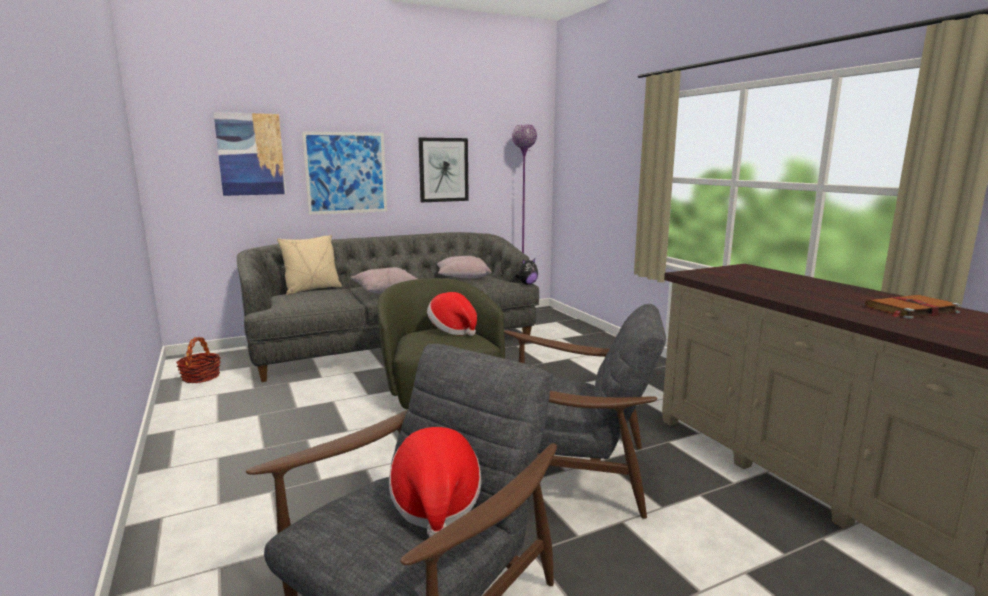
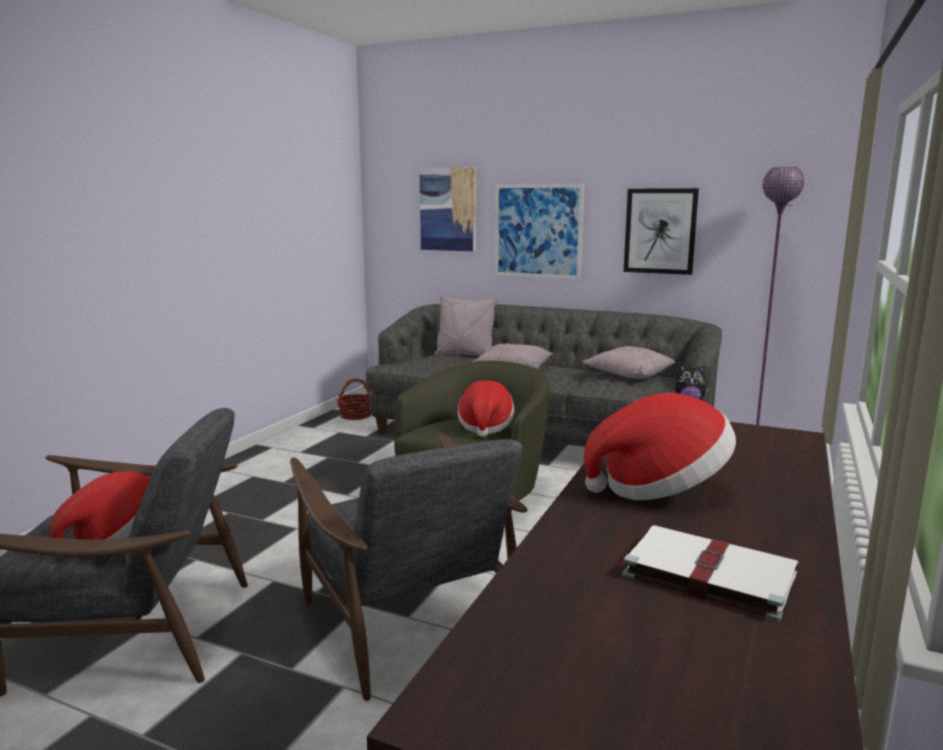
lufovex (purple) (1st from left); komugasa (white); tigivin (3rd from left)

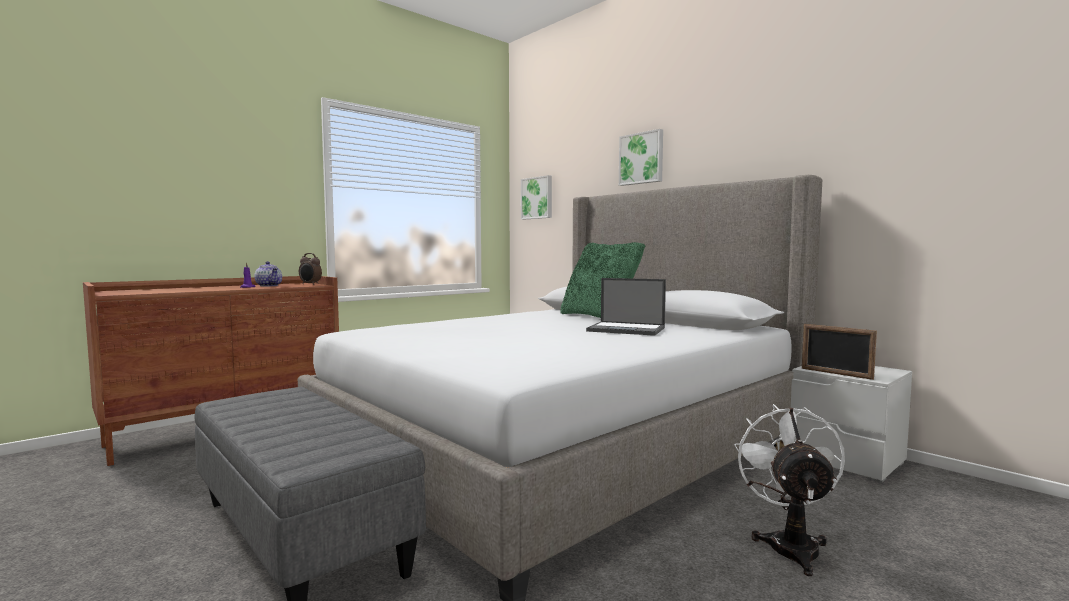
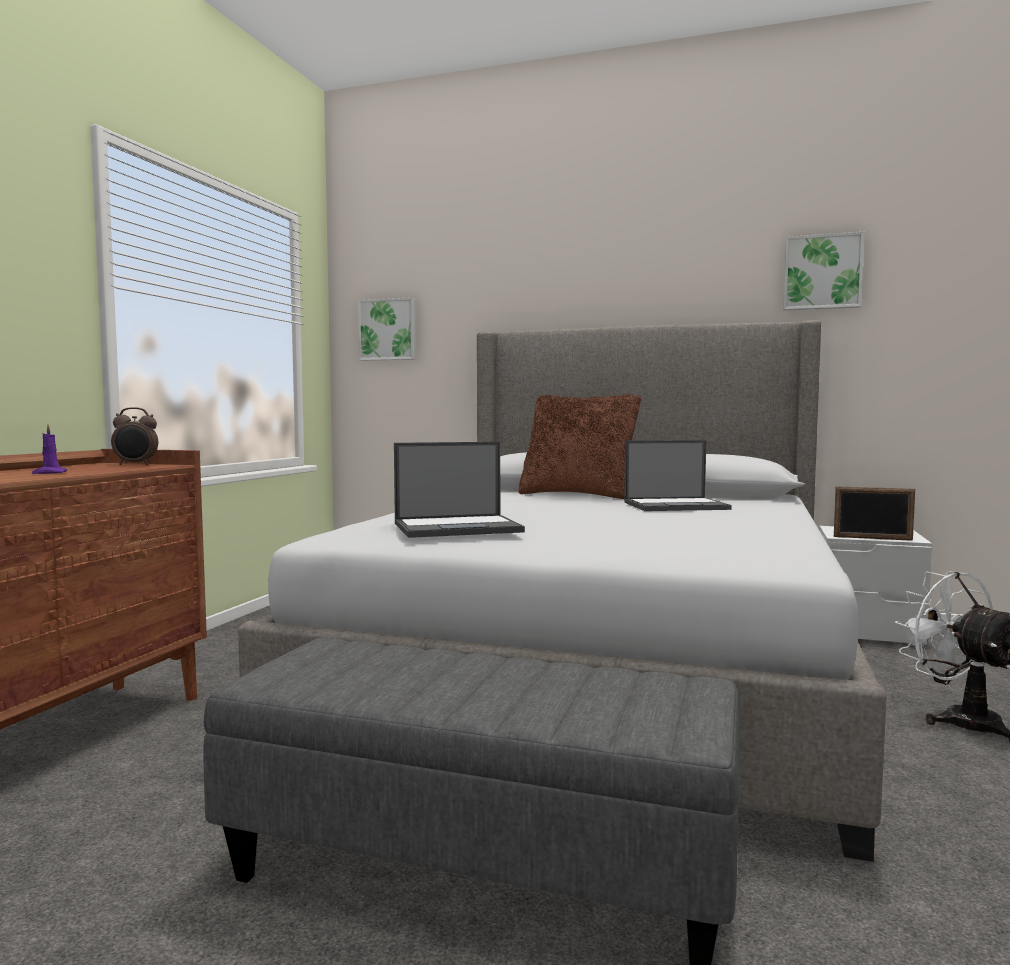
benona; lufovex (brown); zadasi (2nd from left); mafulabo (1st from left)

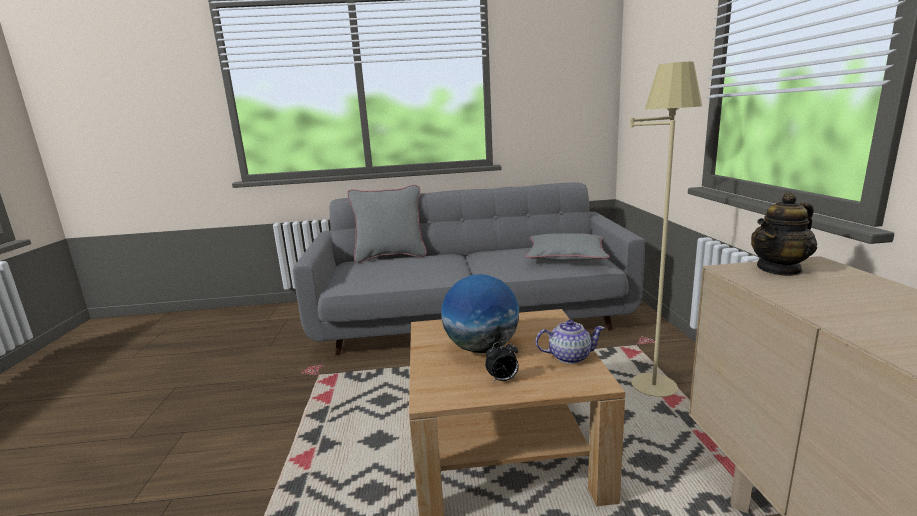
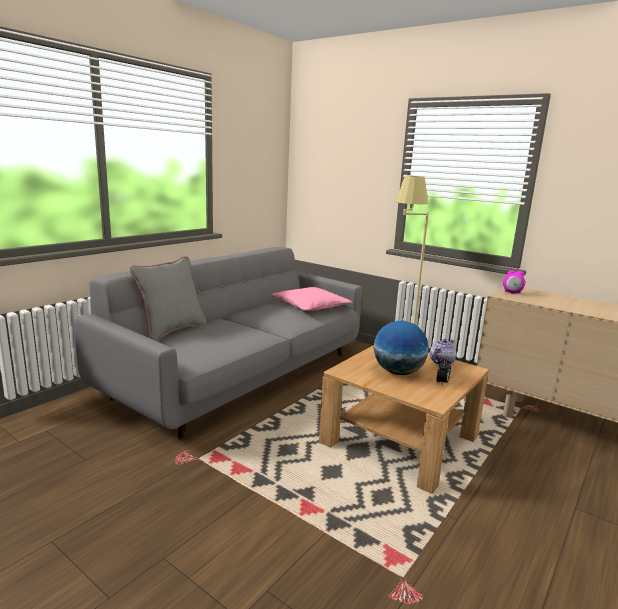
lufovex (pink); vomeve (2nd from left)

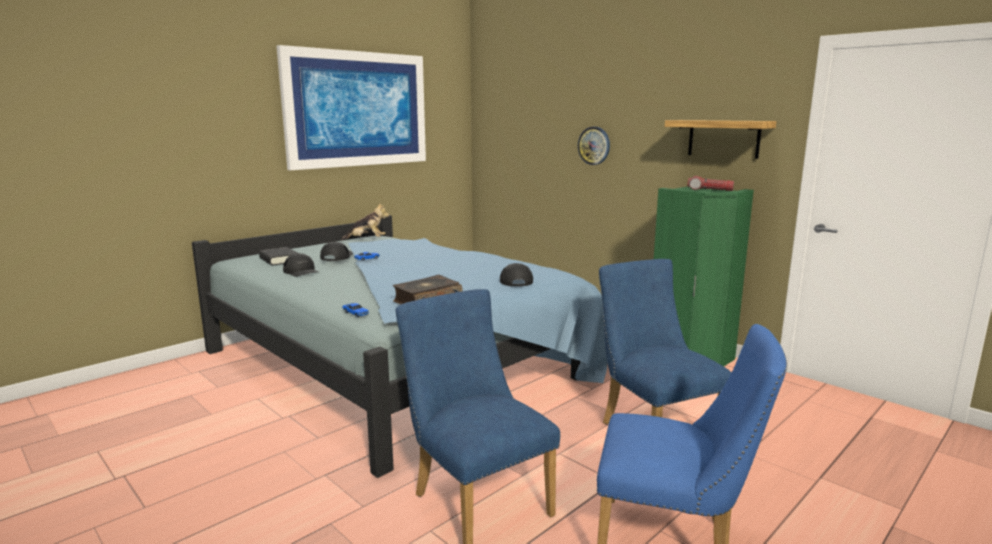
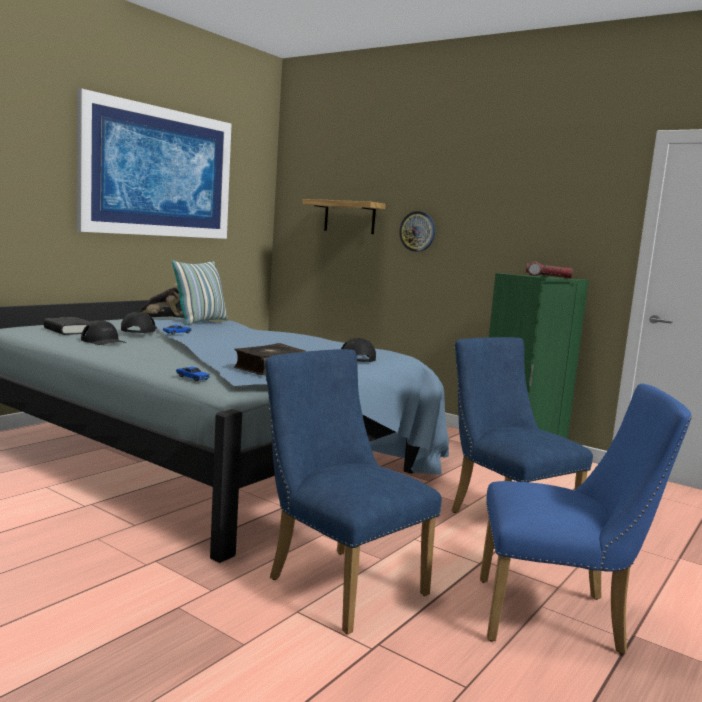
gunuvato; lufovex

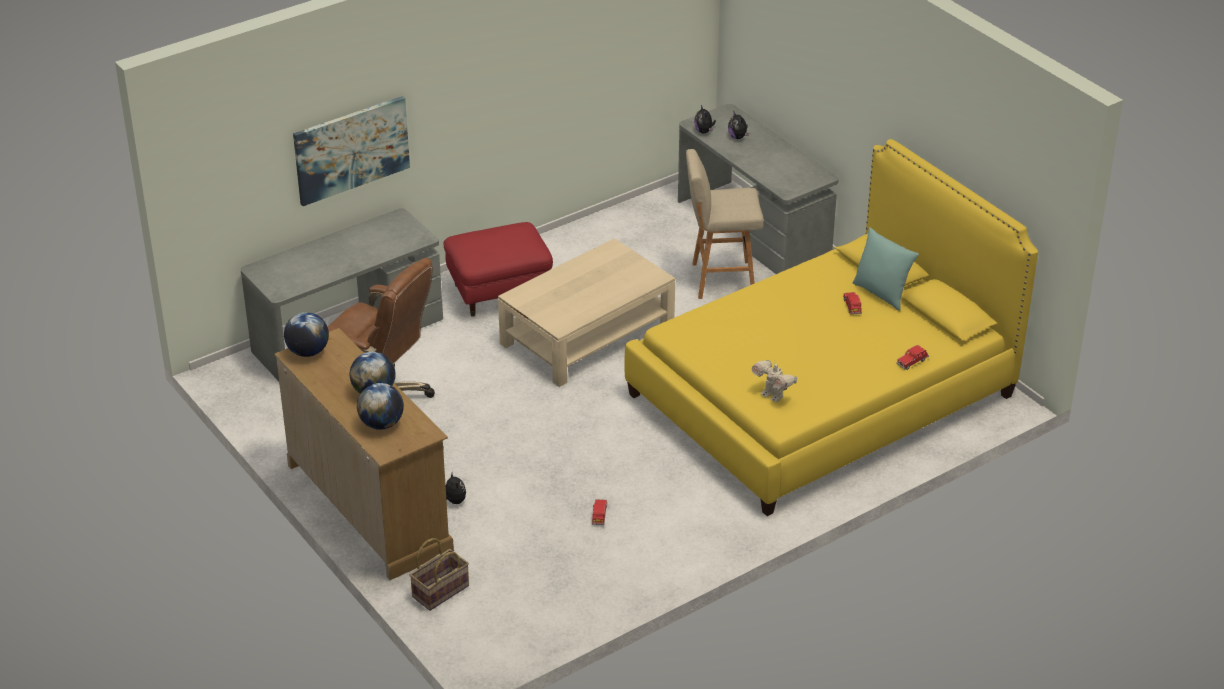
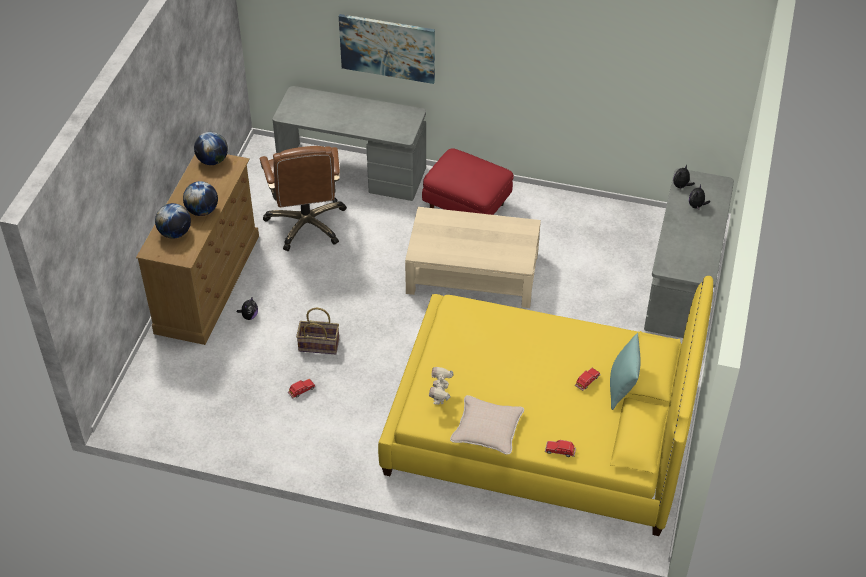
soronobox; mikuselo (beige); lufovex (beige)

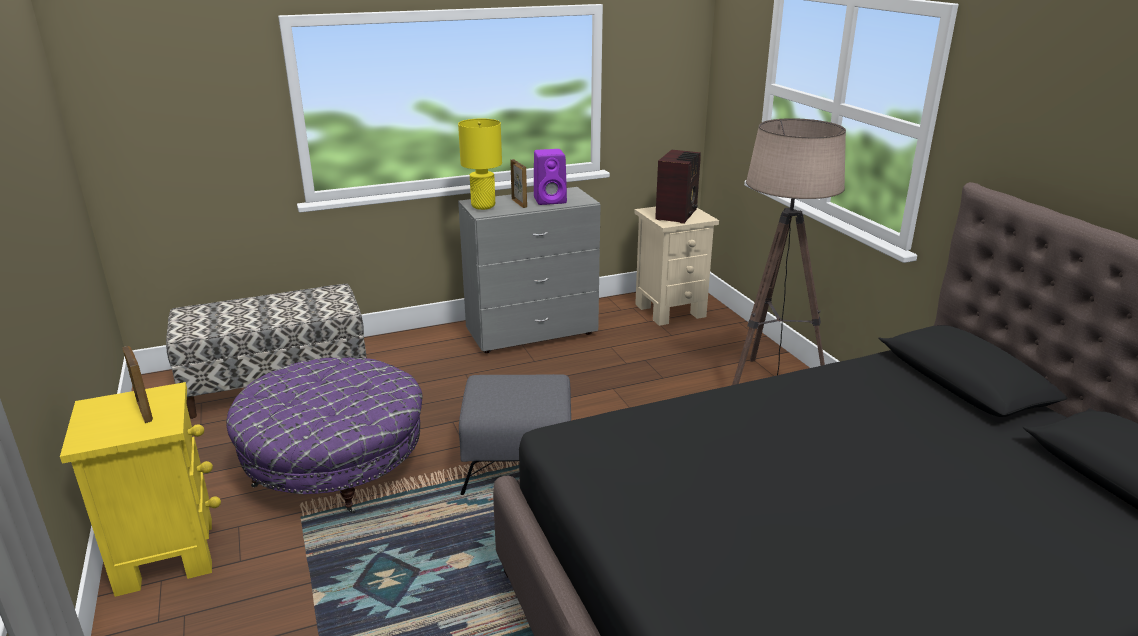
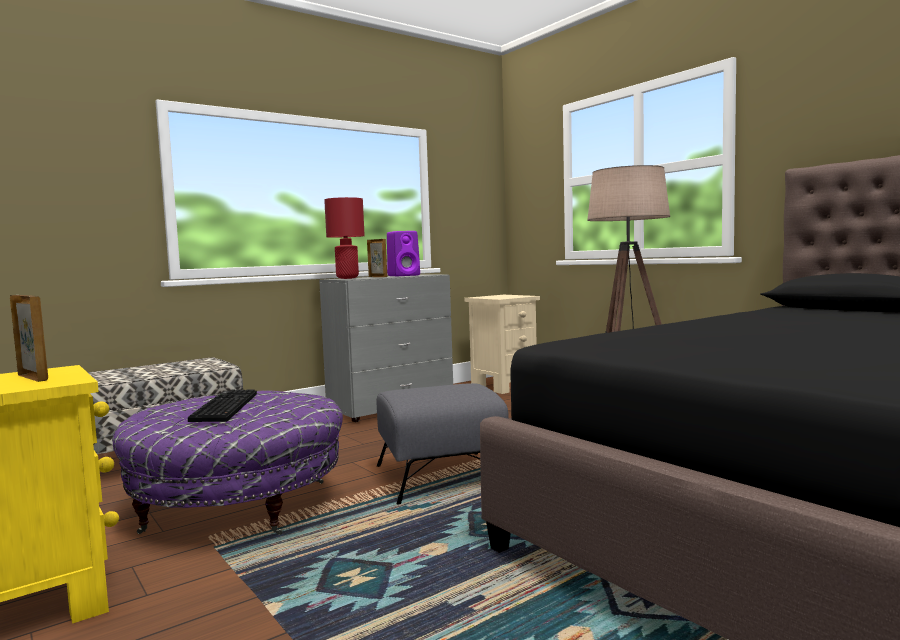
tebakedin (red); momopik; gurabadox

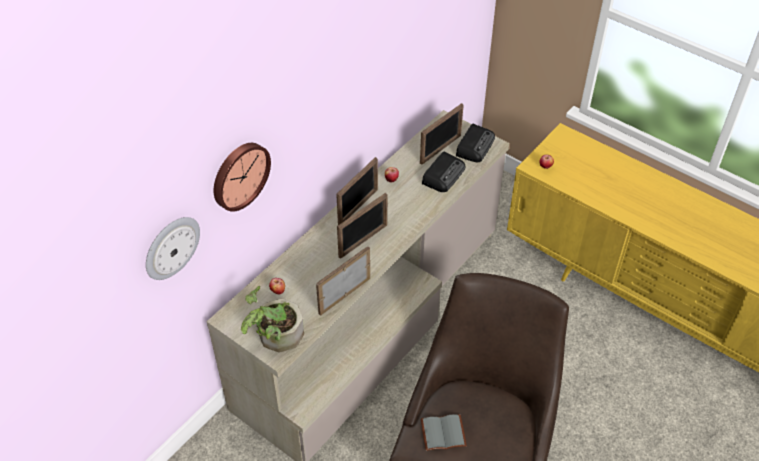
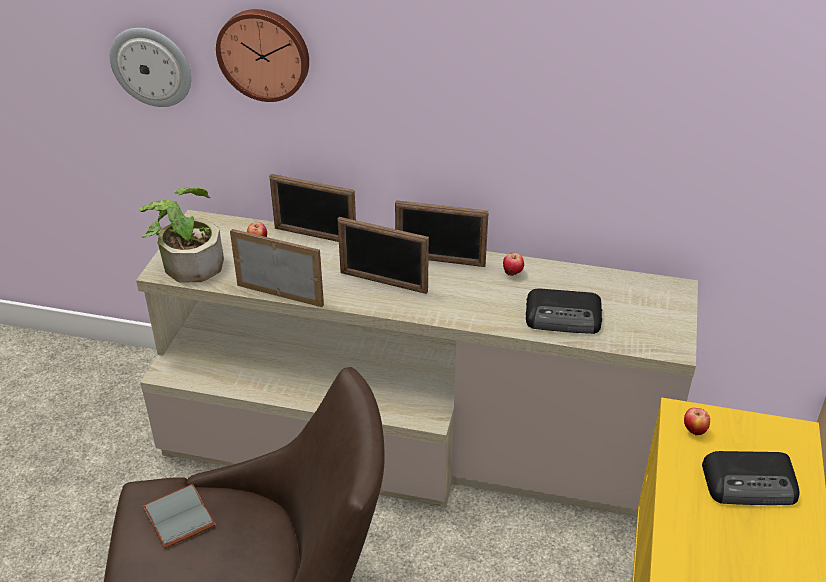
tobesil (2nd from left); momopik (2nd from left)

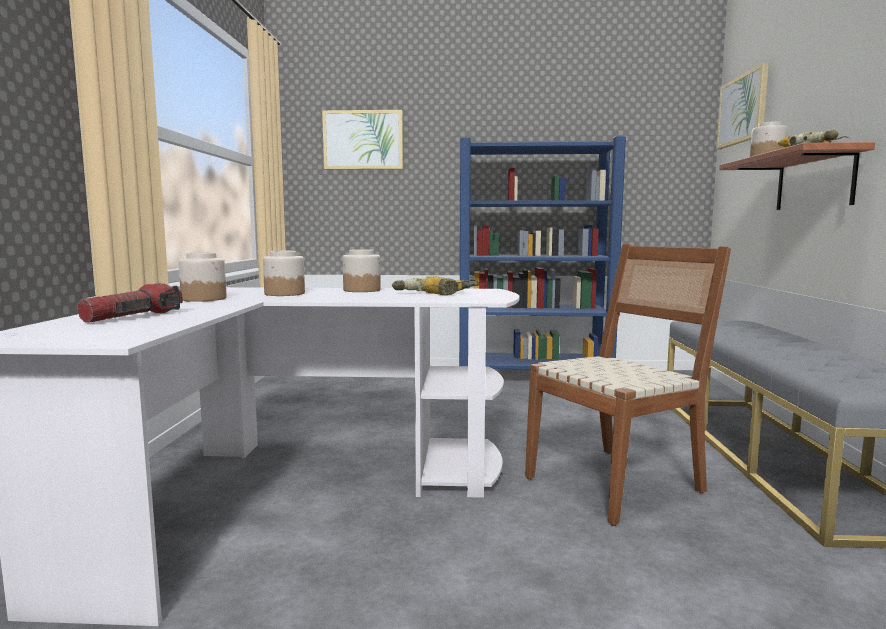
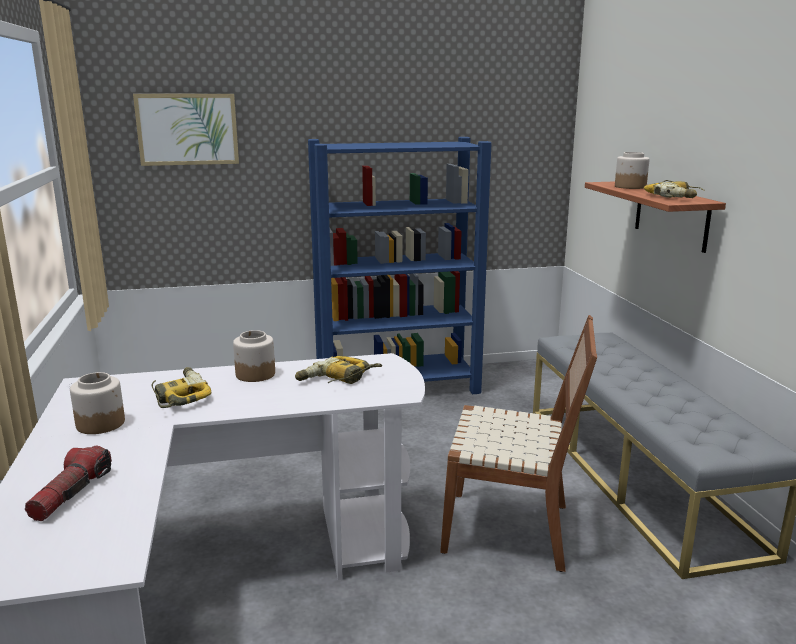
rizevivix (1st from left); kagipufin; zadasi (2nd from left in the first image)

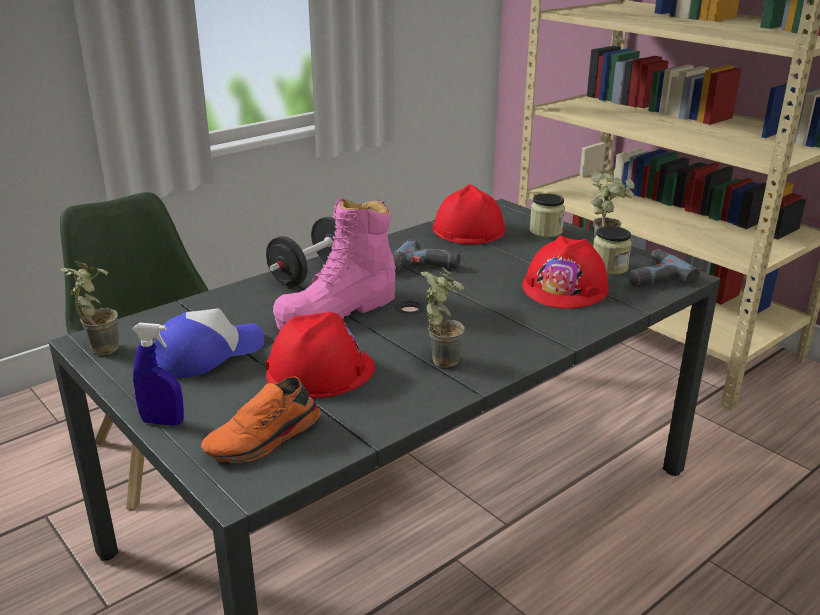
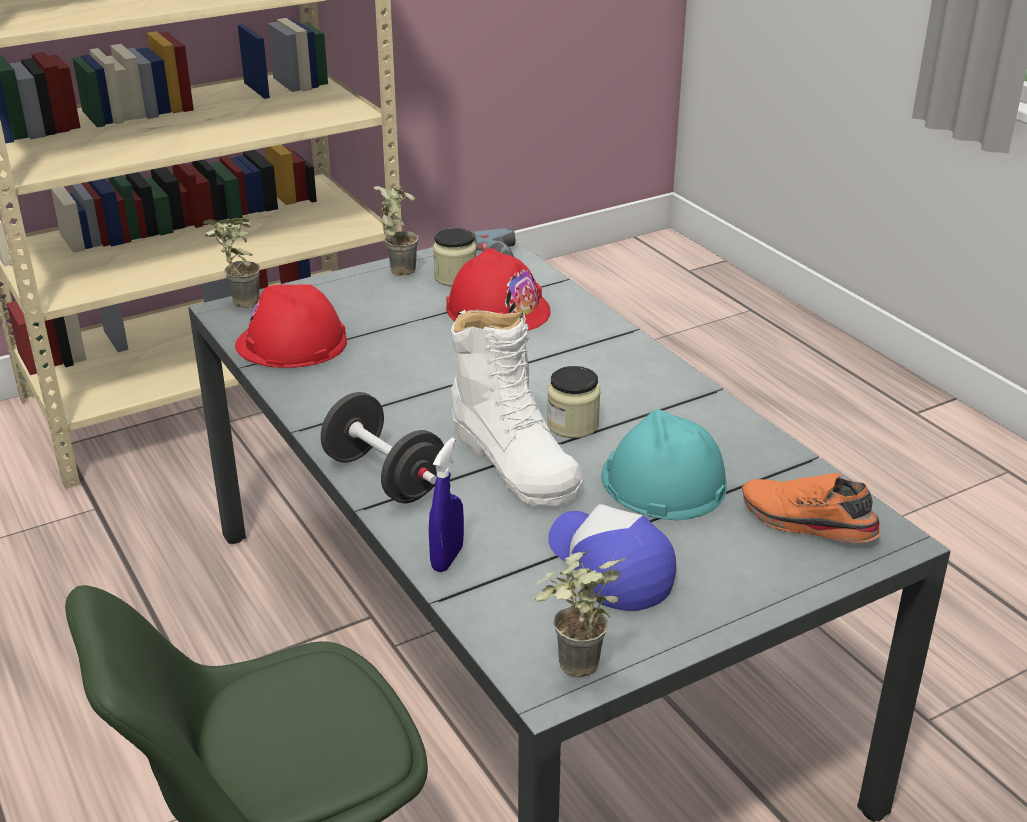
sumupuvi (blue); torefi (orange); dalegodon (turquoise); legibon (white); rizevivix (1st from left in the first image); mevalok (1st from left); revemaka (2nd from left)

